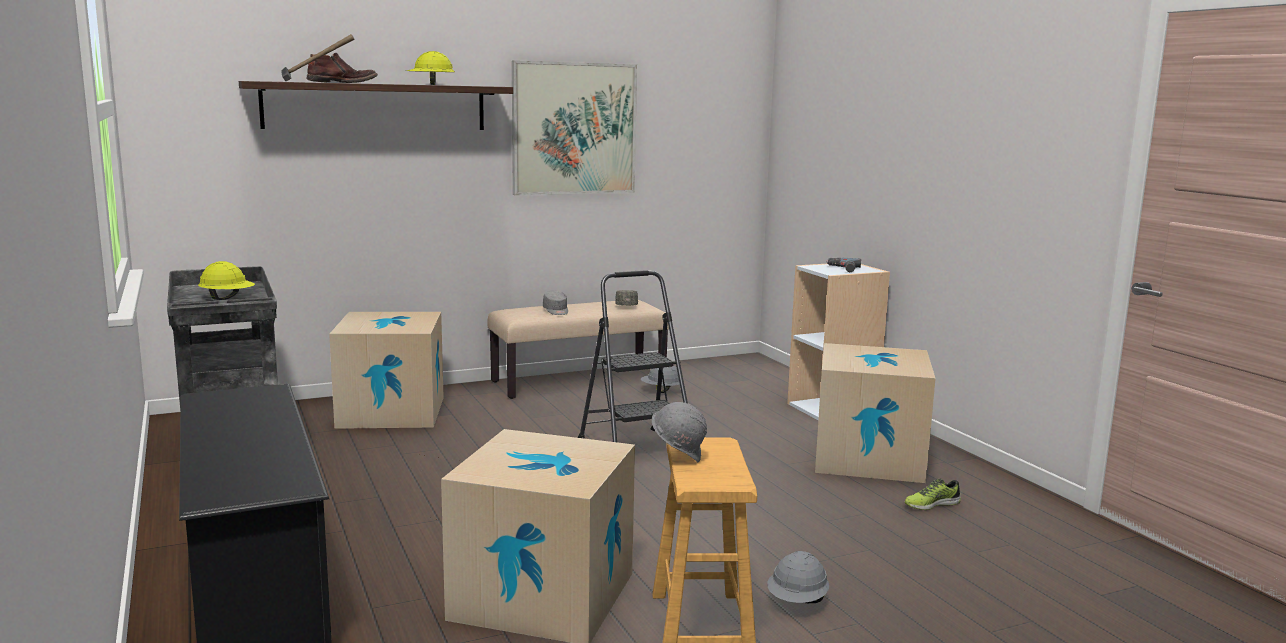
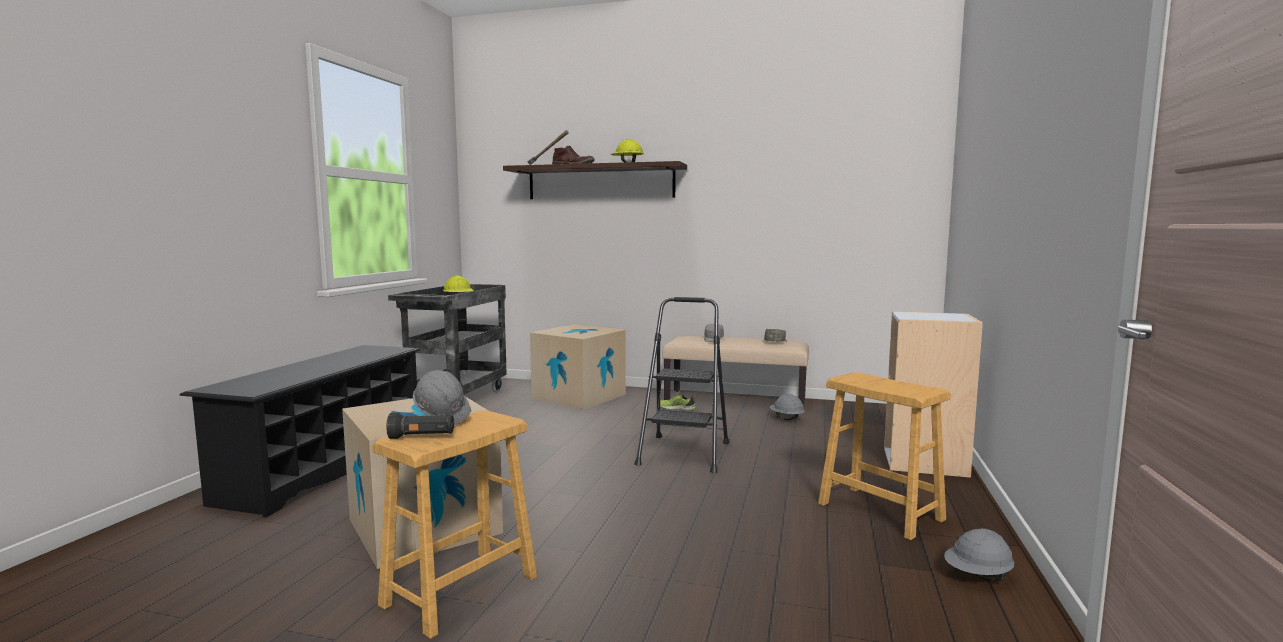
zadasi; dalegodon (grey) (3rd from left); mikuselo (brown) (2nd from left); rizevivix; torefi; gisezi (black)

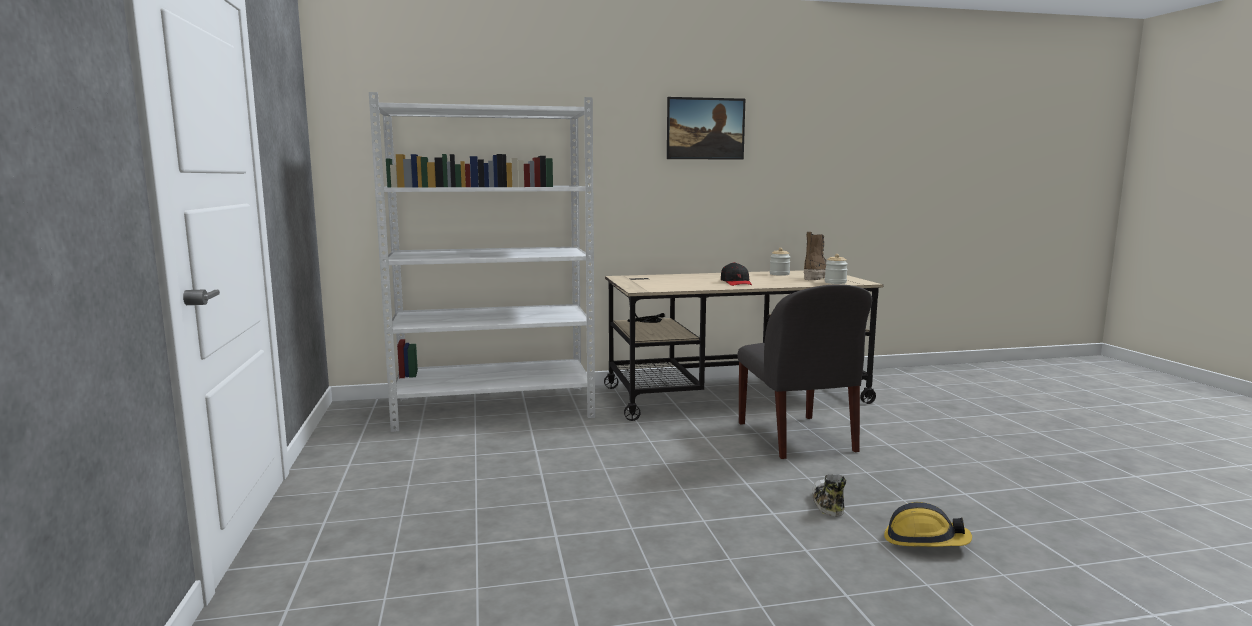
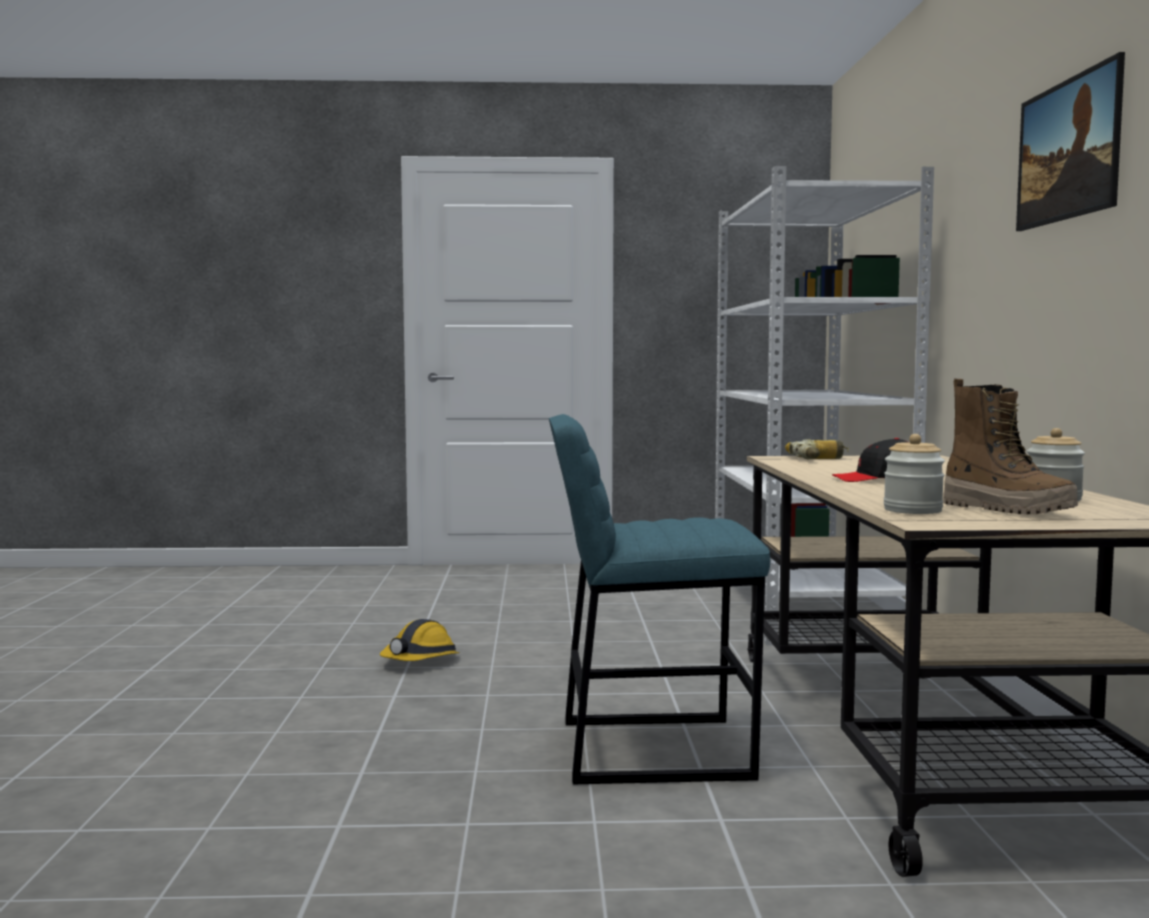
mikuselo (blue); torefi; dalegodon; rizevivix

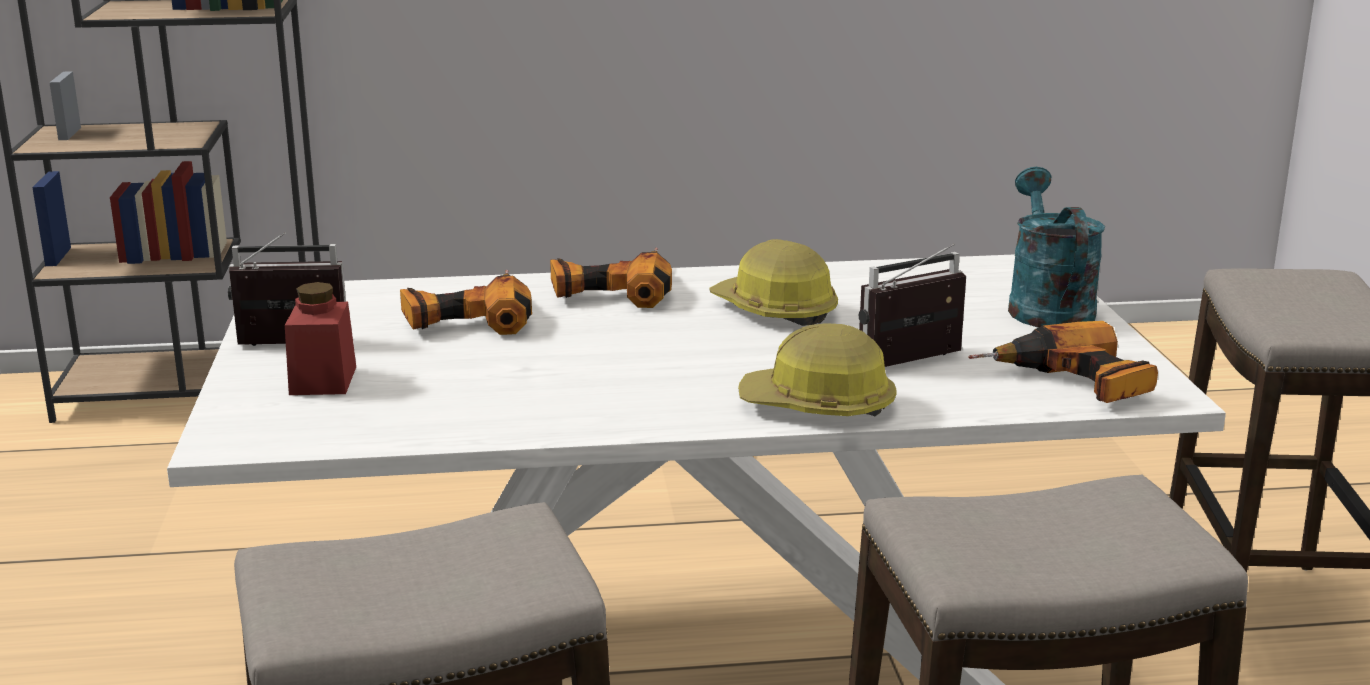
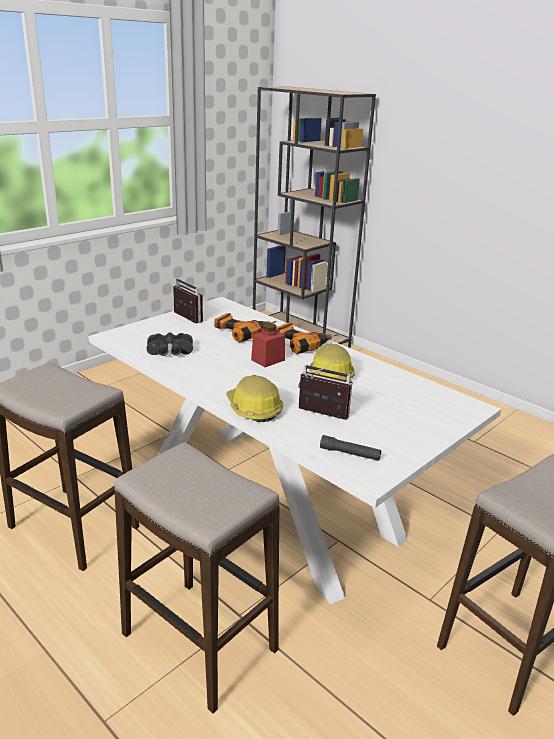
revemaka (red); gisezi (black); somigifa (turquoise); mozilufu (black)

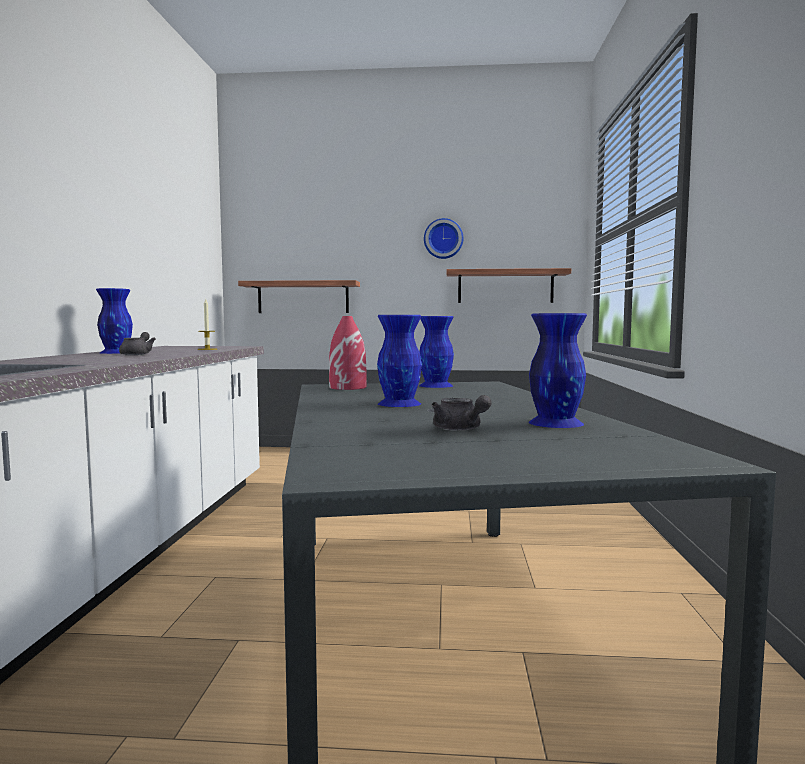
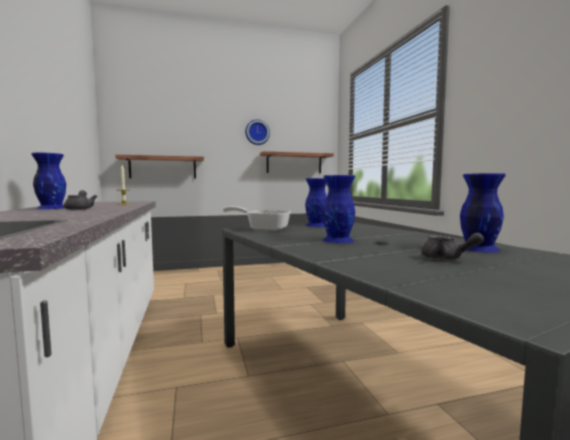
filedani

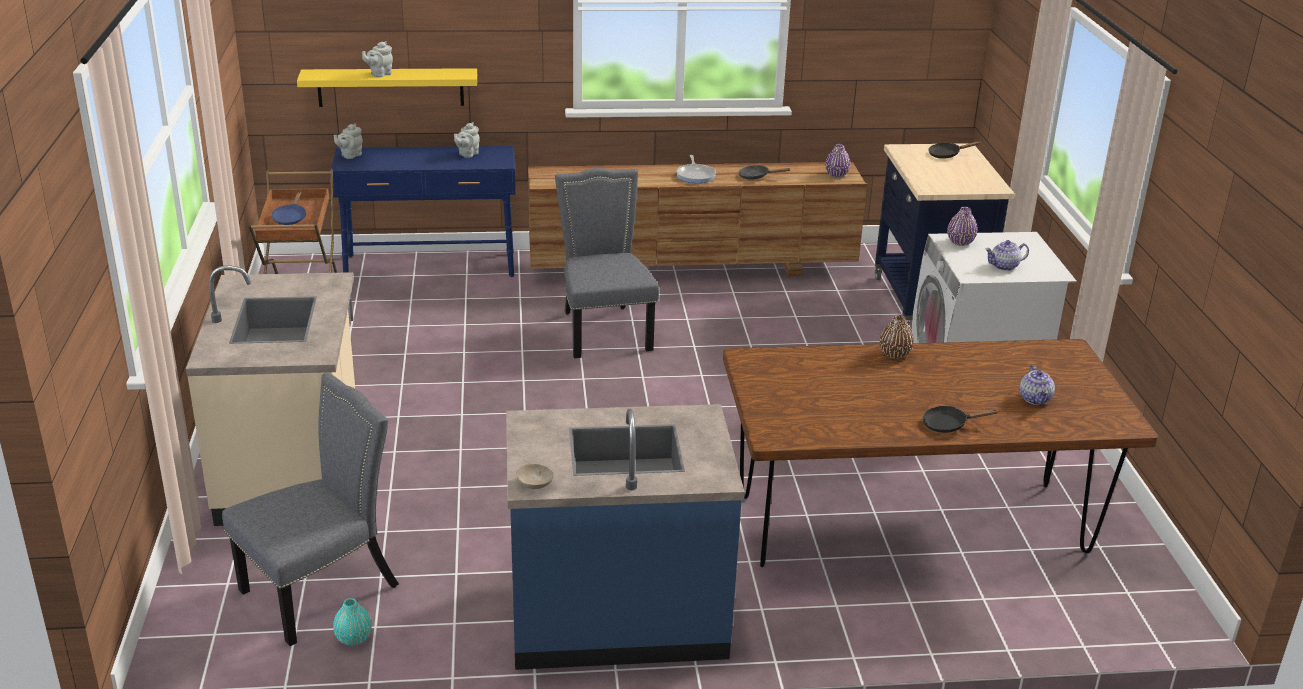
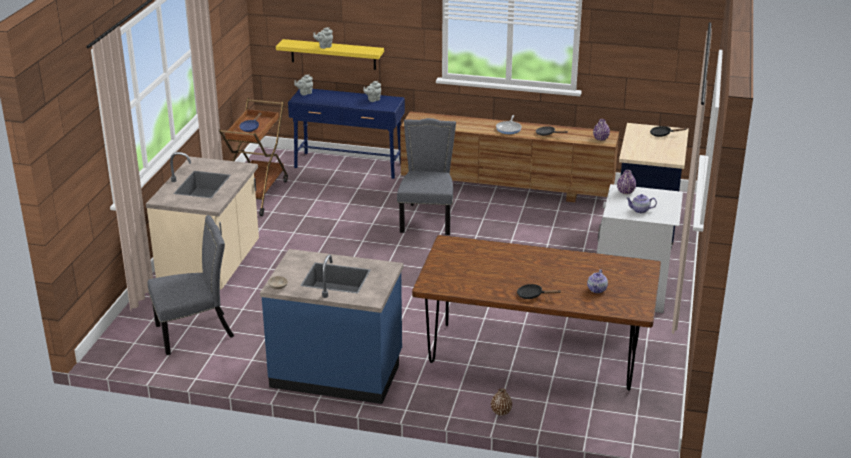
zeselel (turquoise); zeselel (brown)

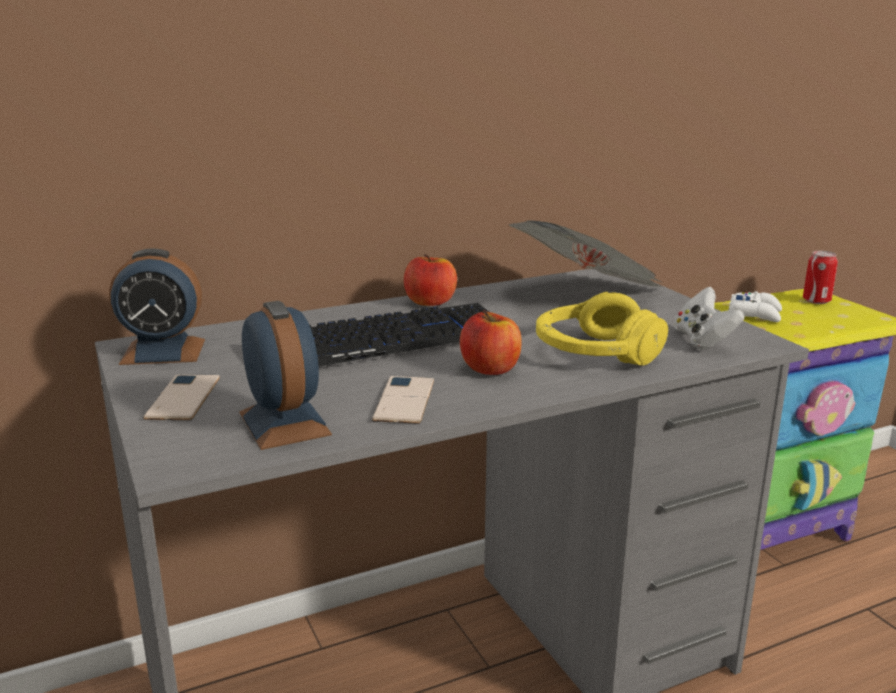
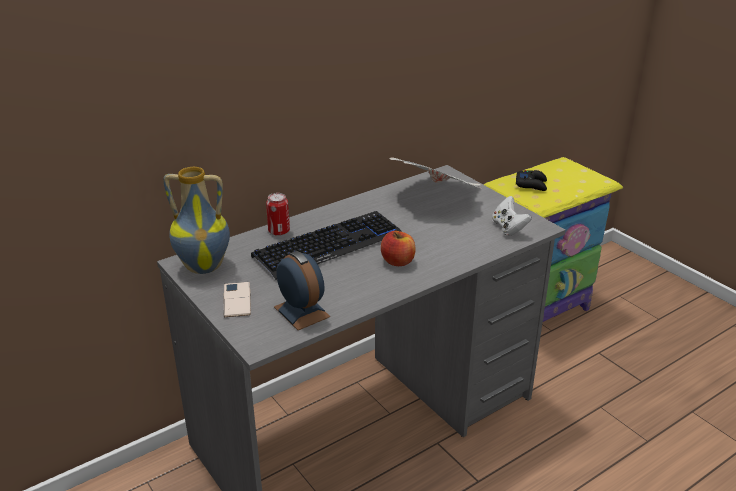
zeselel; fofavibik (2nd from left in the first image); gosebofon (1st from left in the first image); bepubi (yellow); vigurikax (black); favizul

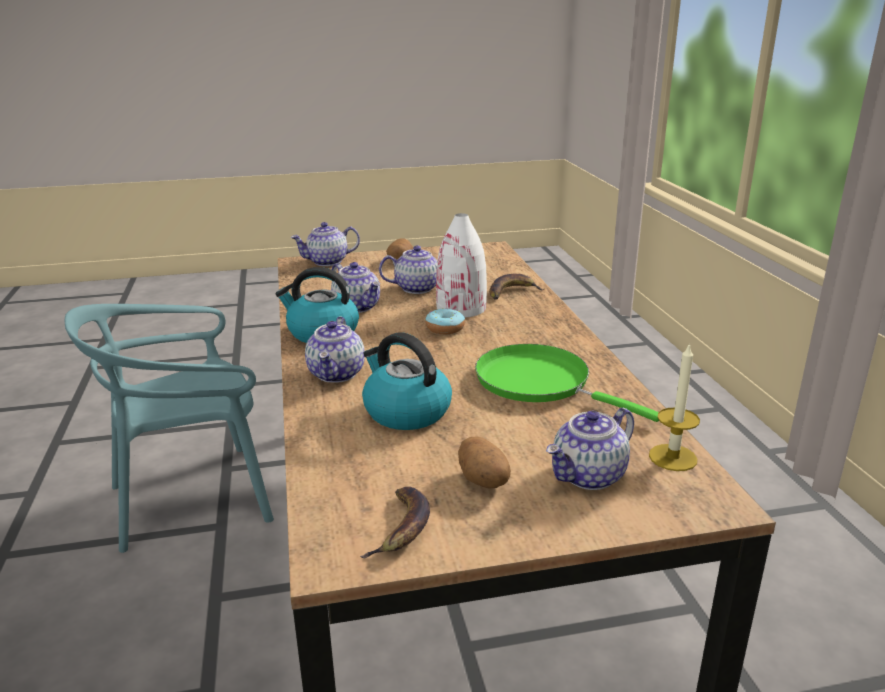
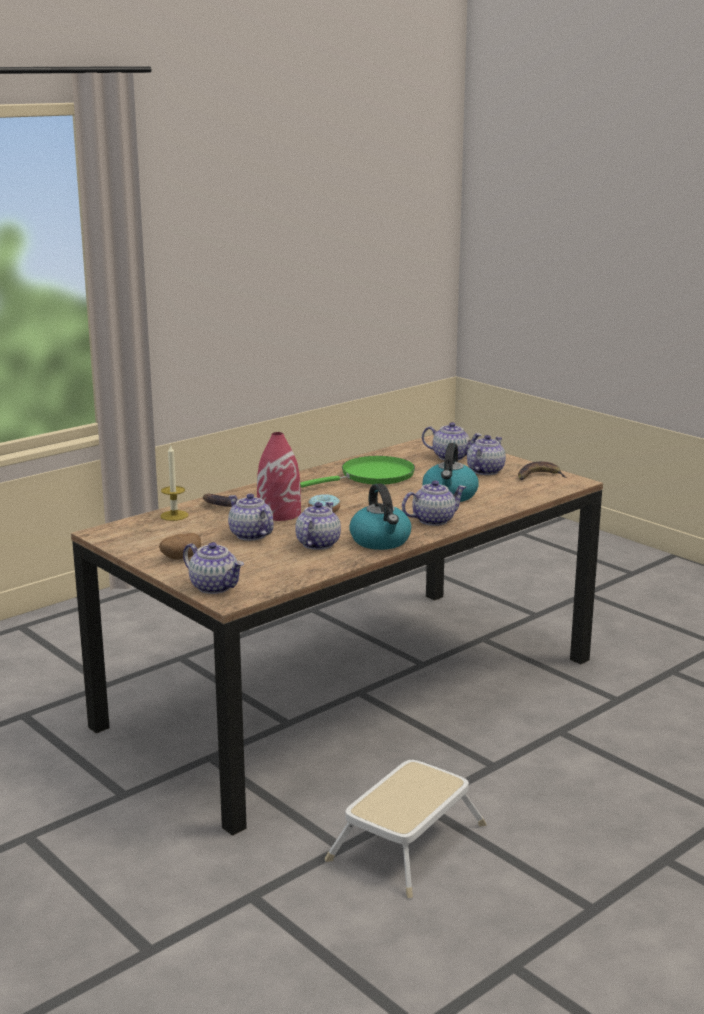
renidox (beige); zeselel (red); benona (6th from left); filedani (green); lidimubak

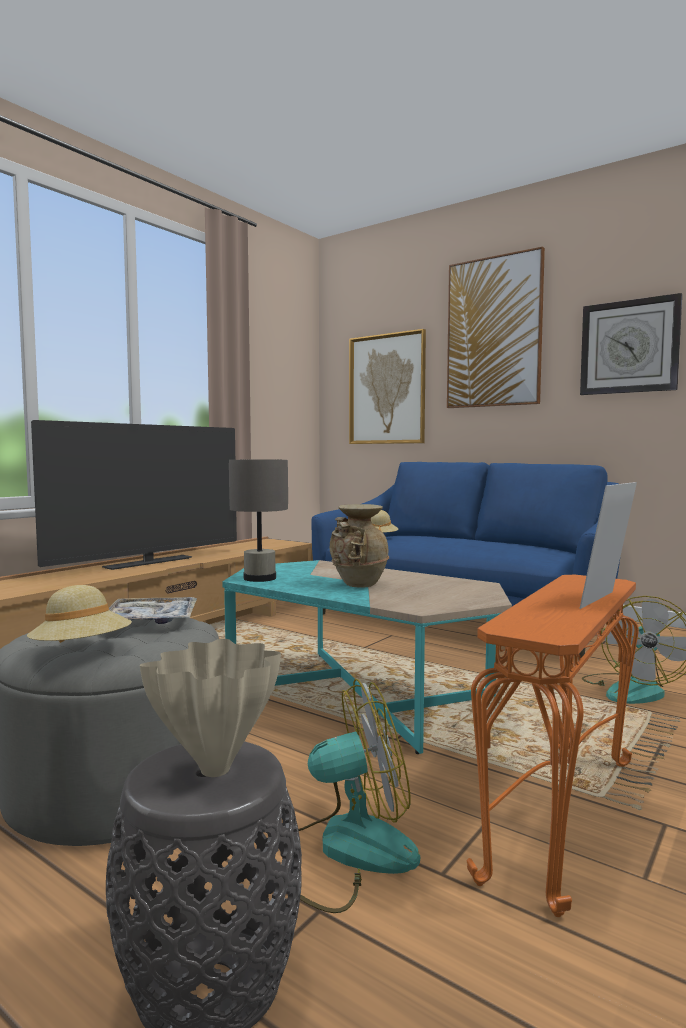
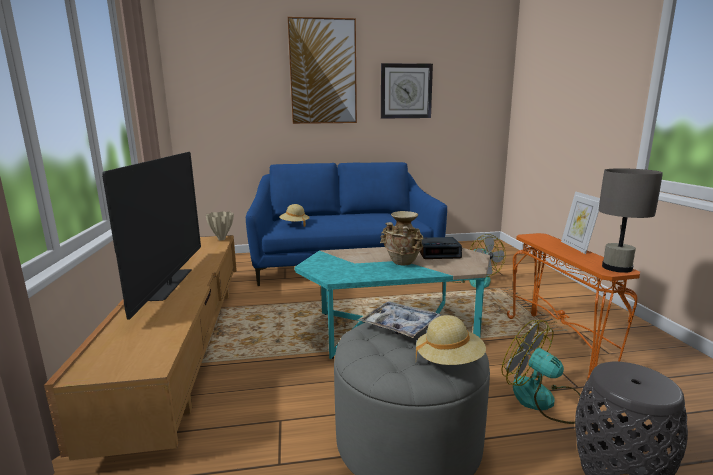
zeselel (beige) (1st from left); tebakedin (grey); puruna (2nd from left); zadasi (1st from left in the first image); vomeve

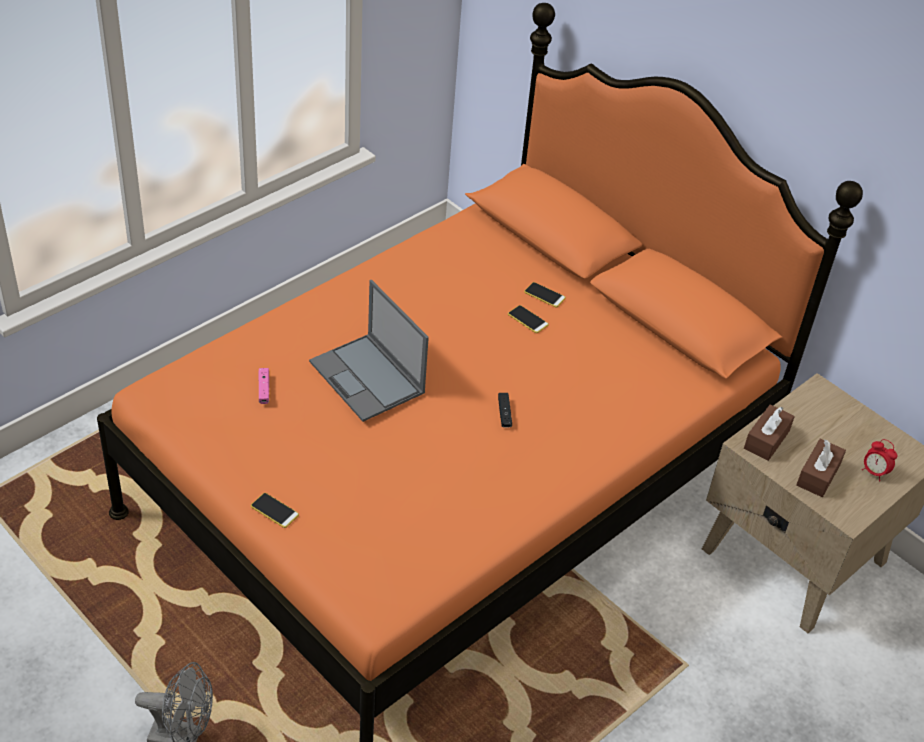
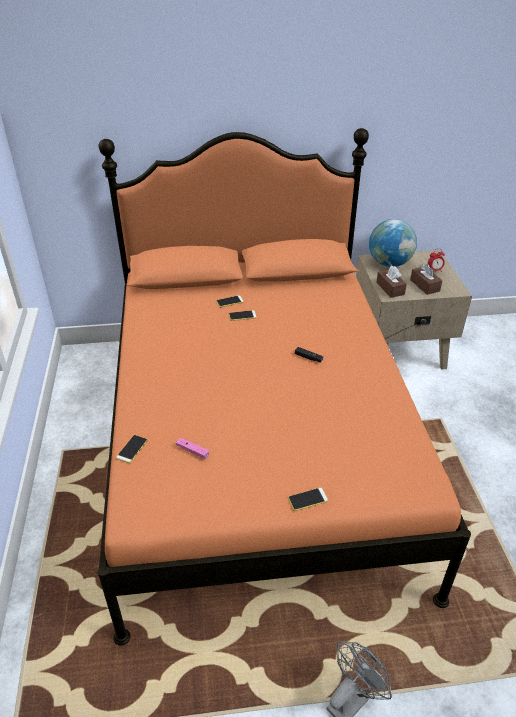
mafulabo; fofavibik (1st from left); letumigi

